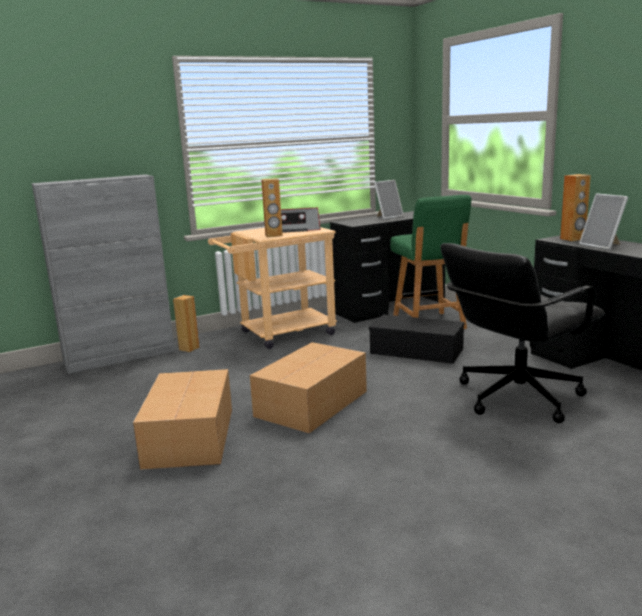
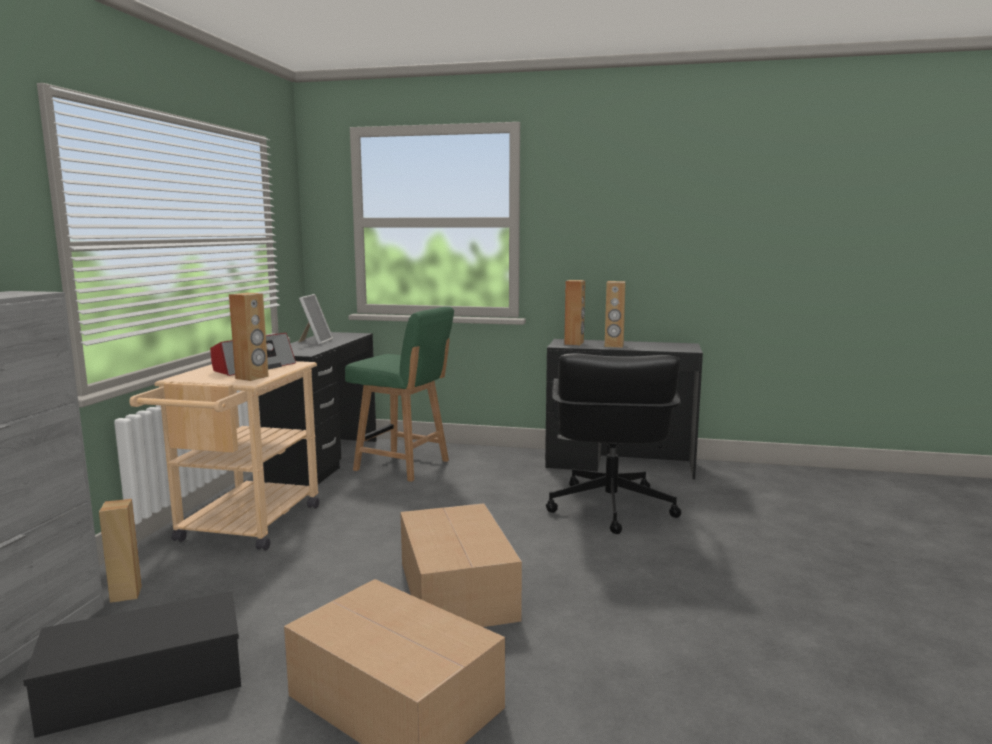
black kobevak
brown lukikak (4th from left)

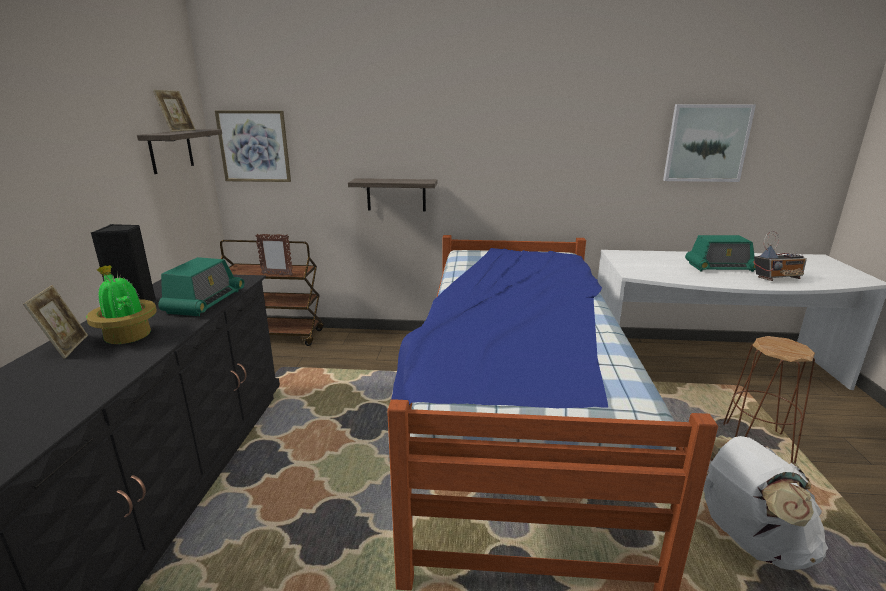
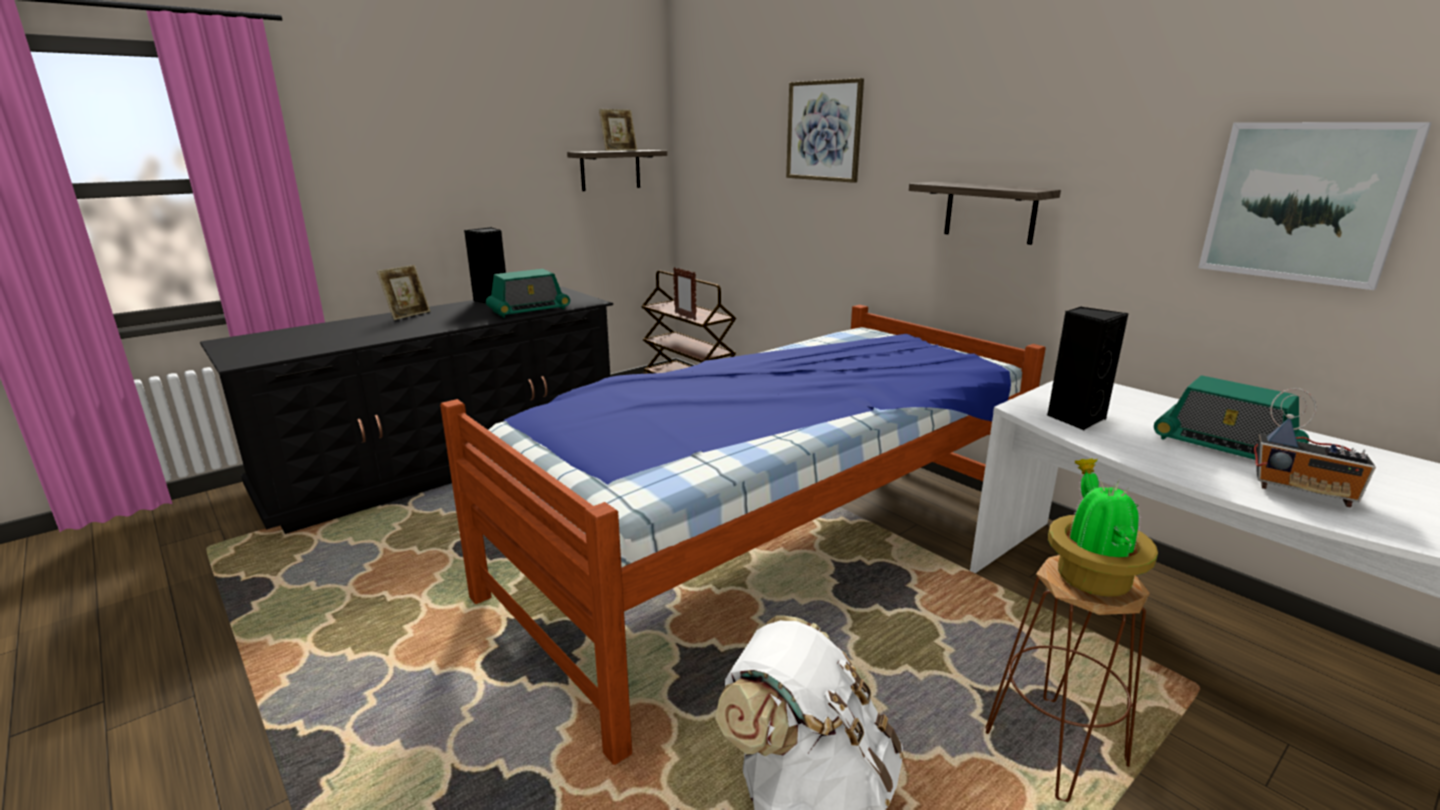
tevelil (1st from left)
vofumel (2nd from left)
black lukikak (2nd from left)
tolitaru

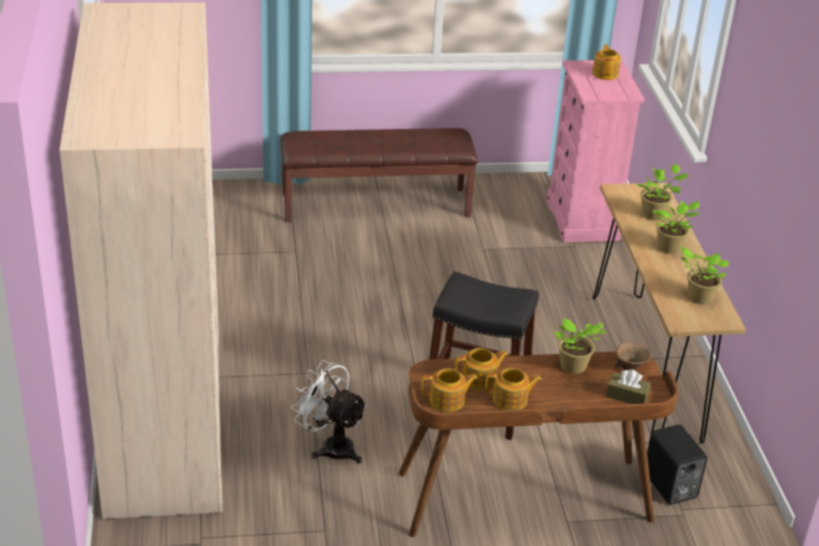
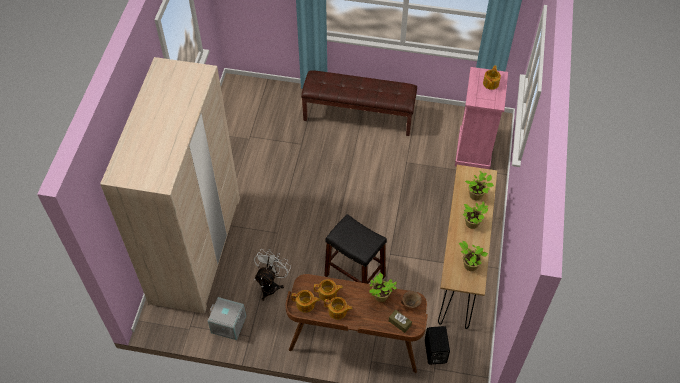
grey kobevak
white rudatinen

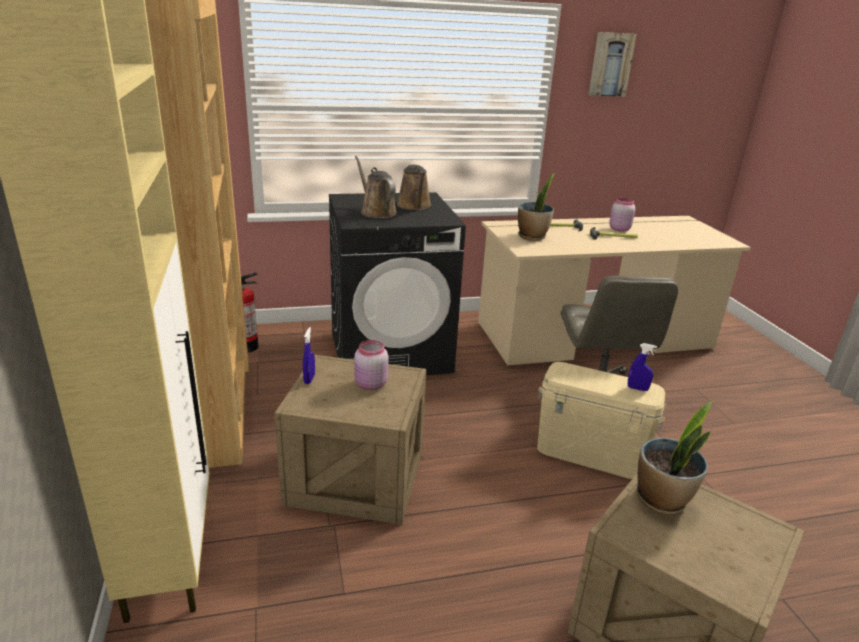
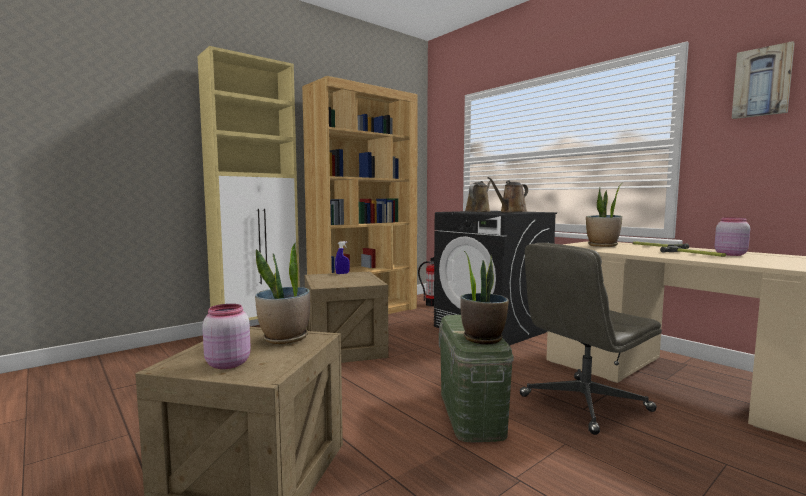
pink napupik (1st from left)
green kobevak
tolitaru (2nd from left)

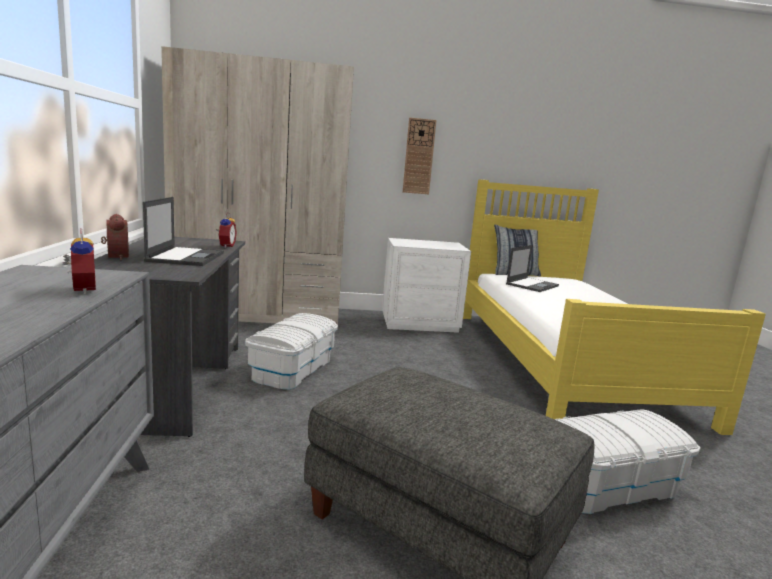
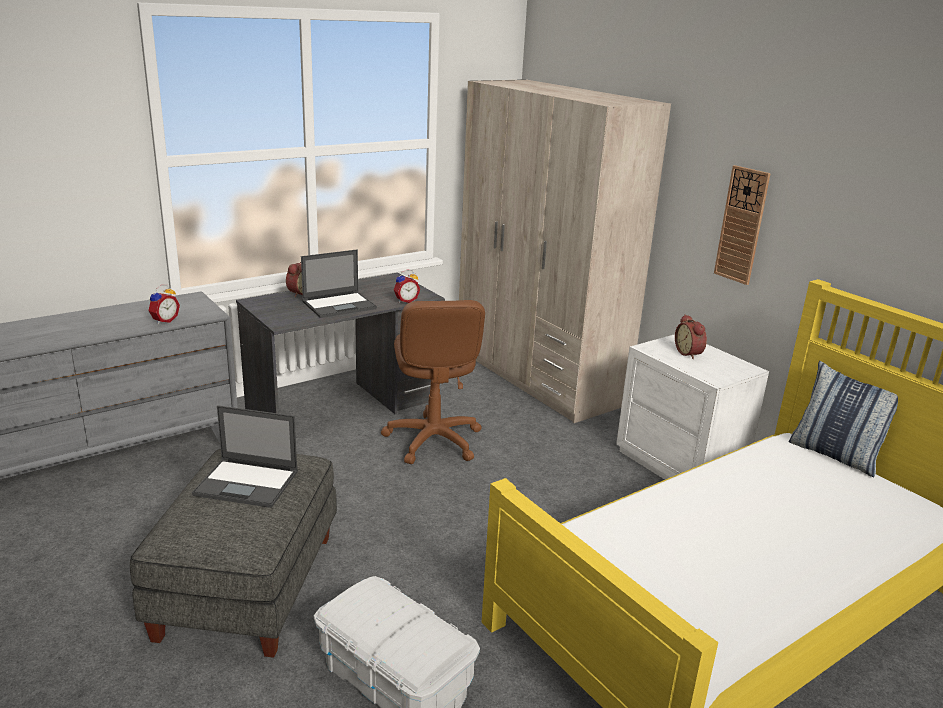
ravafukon (1st from left)
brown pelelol
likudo (4th from left)

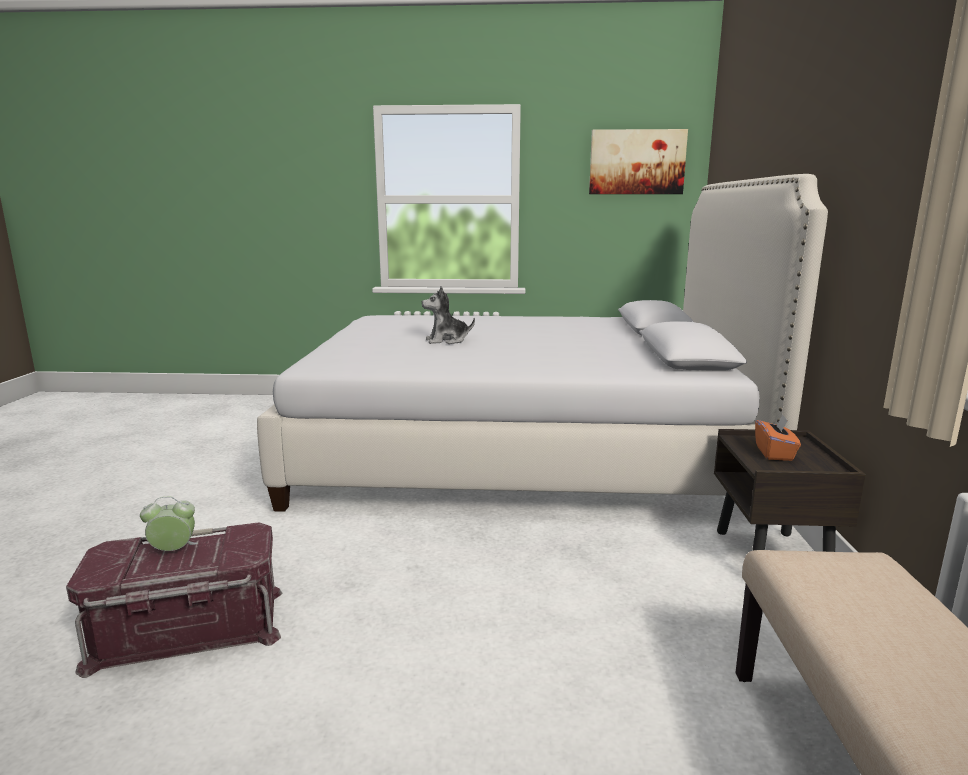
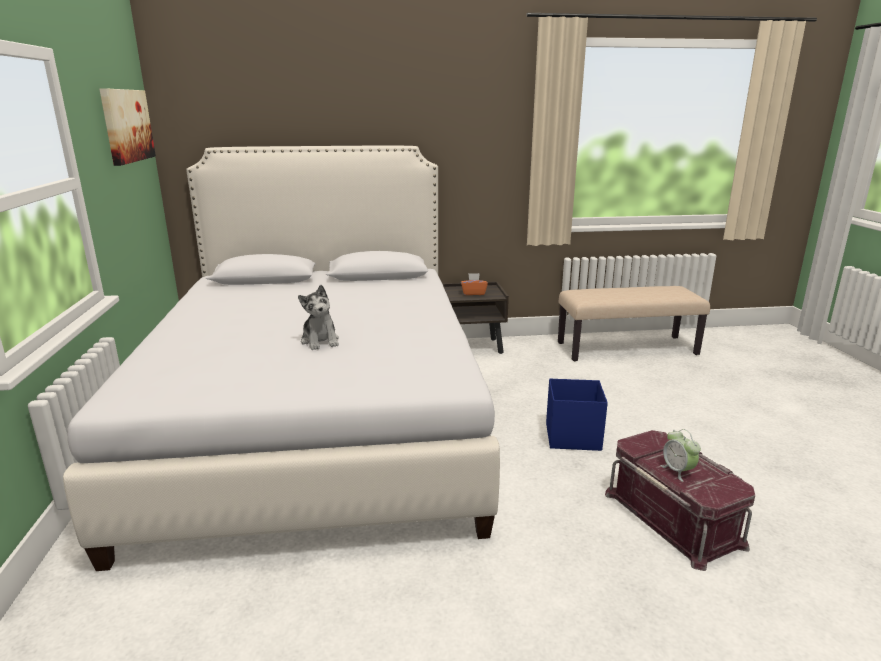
blue kobevak

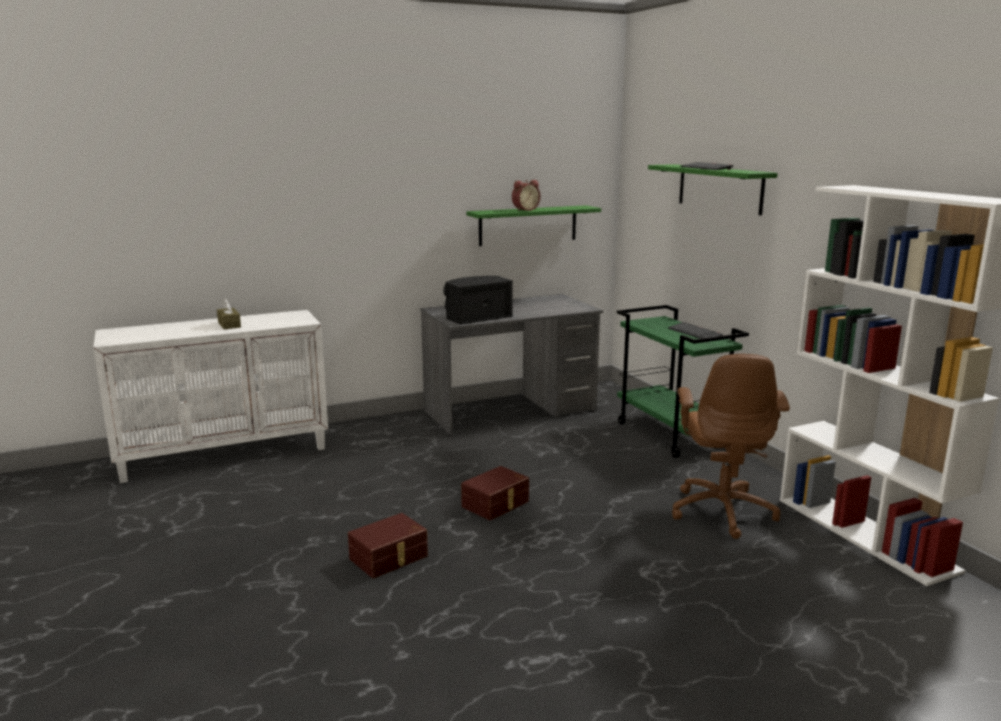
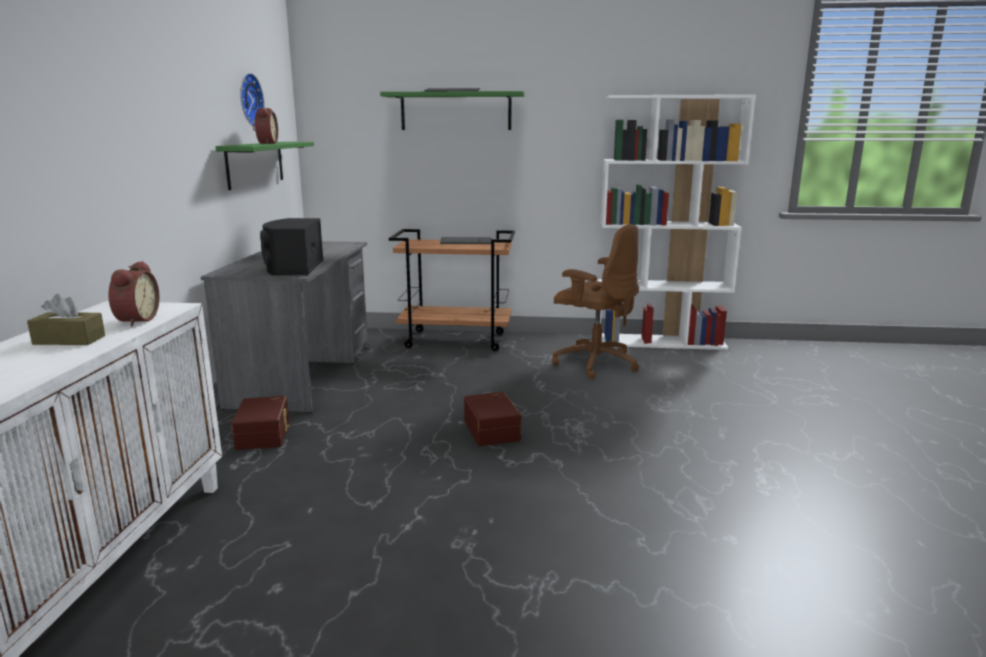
likudo (1st from left)
brown kobevak (1st from left)
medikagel
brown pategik

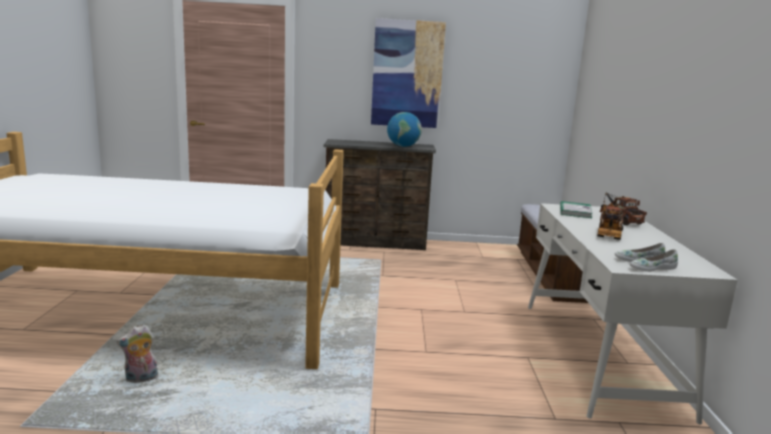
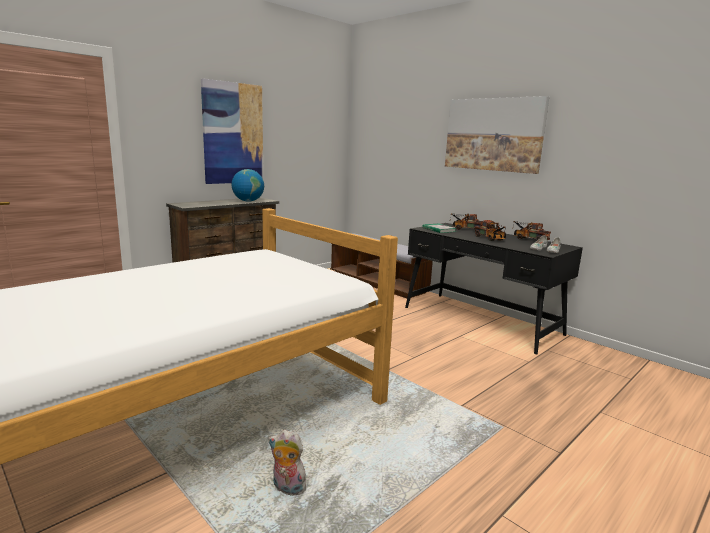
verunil
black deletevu
tevelil (2nd from left)
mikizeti (3rd from left)

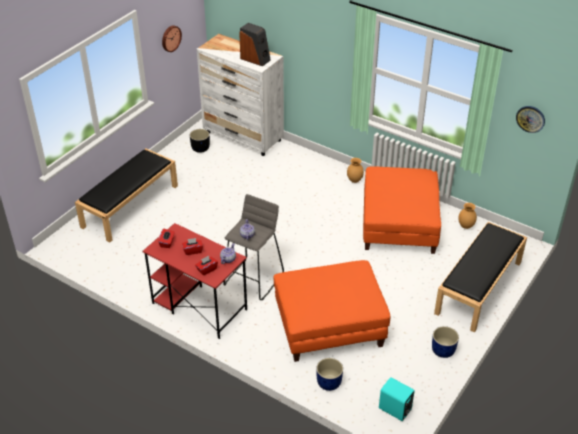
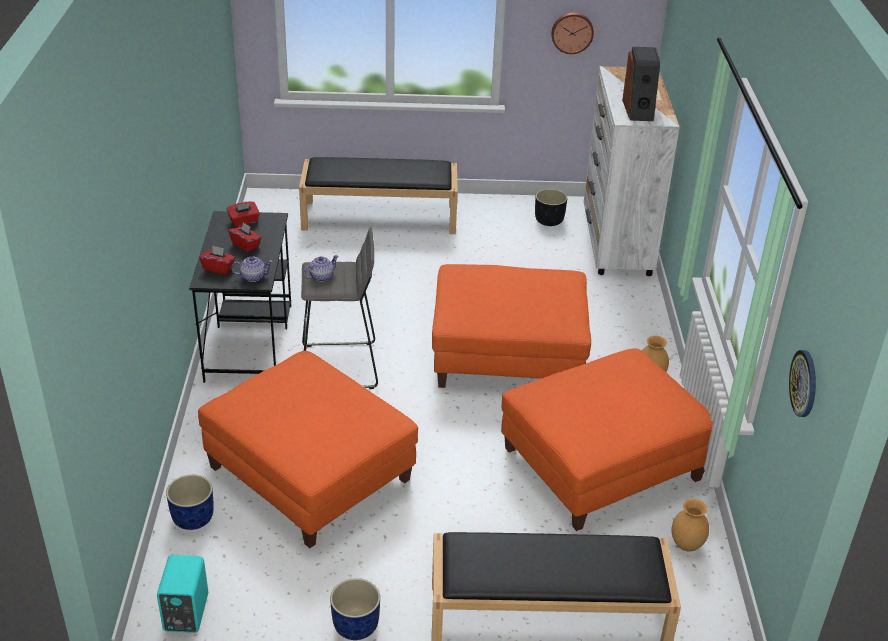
black deletevu
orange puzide (2nd from left)

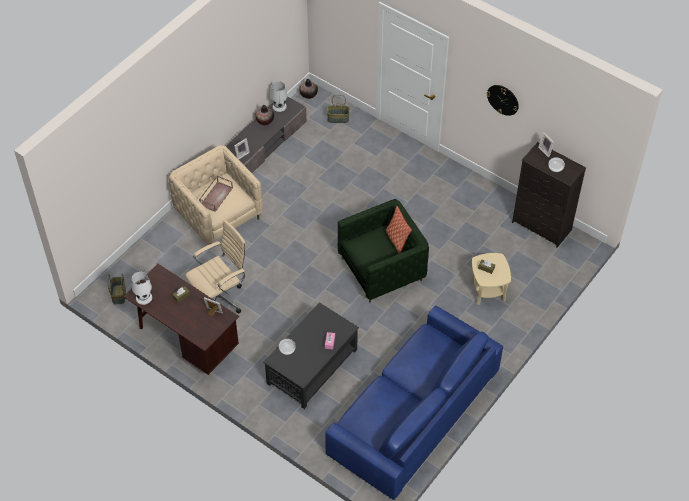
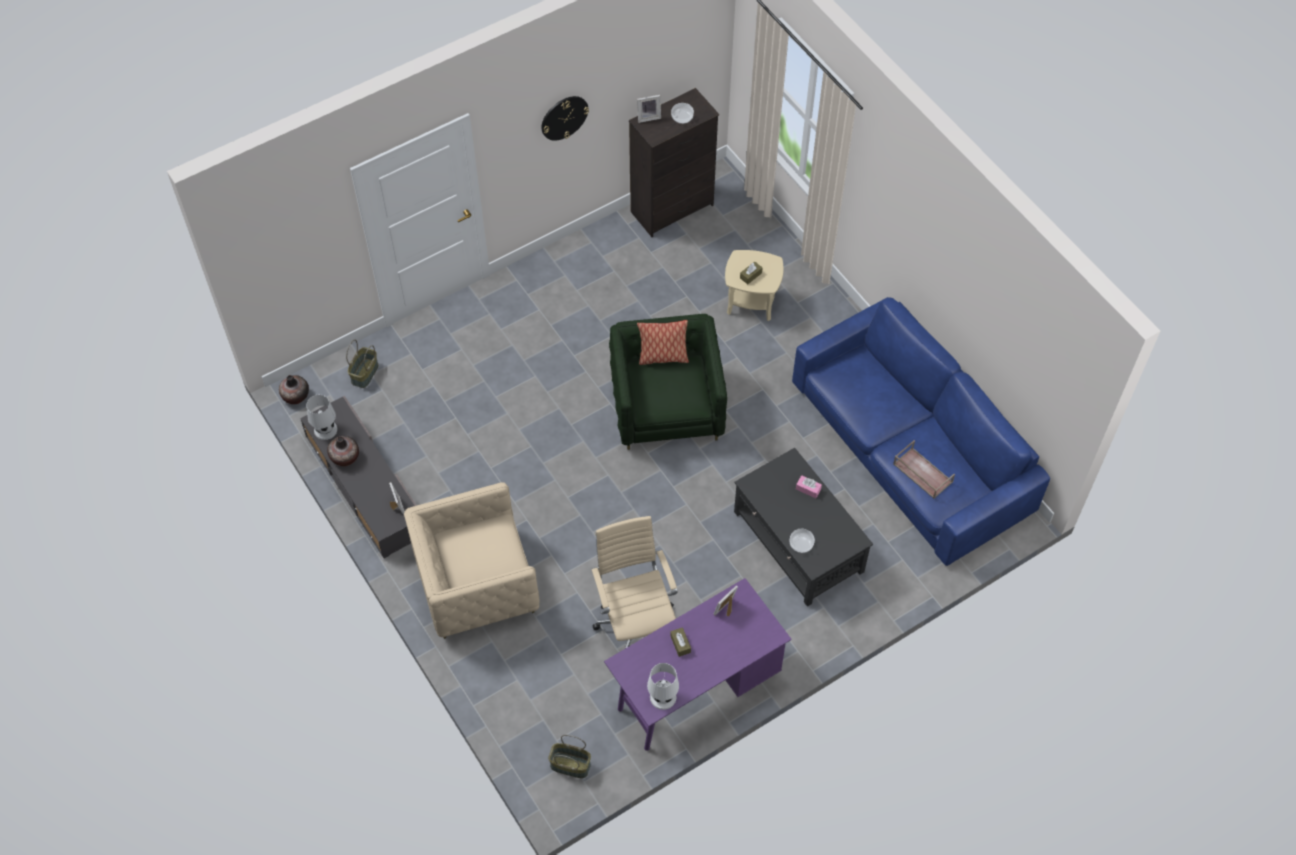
purple deletevu
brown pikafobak

